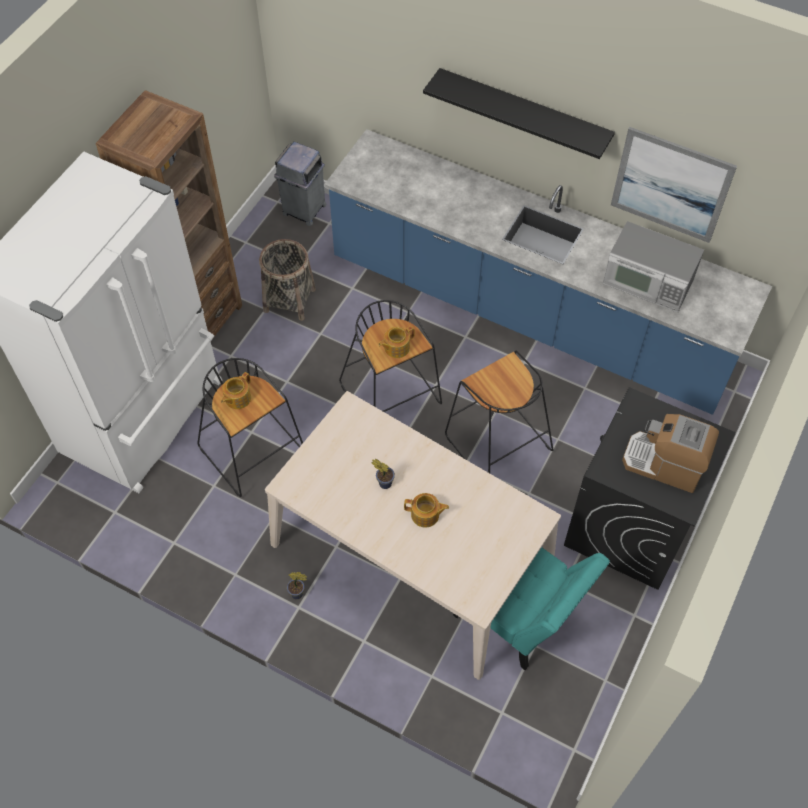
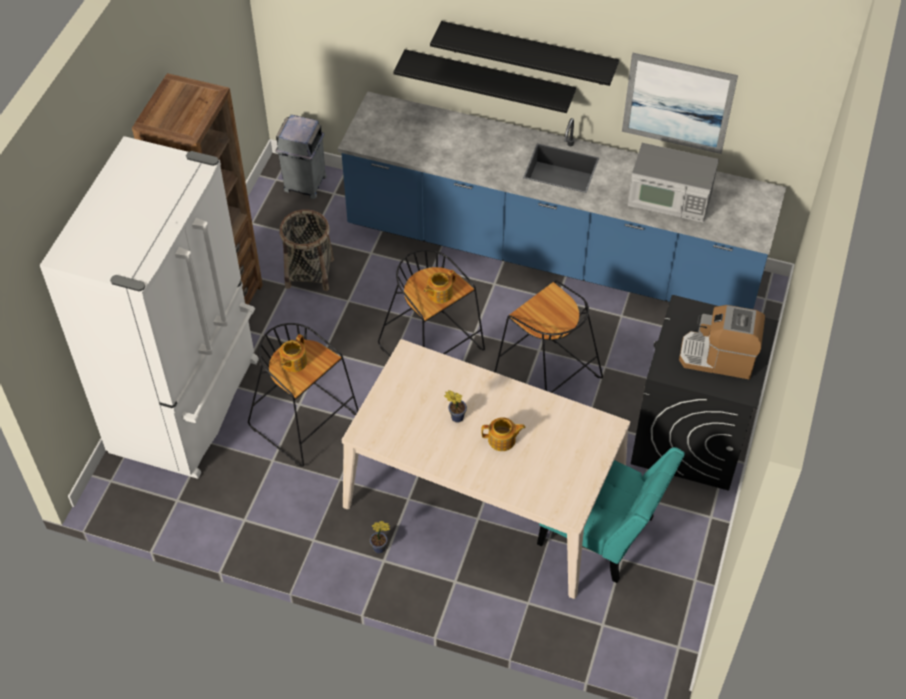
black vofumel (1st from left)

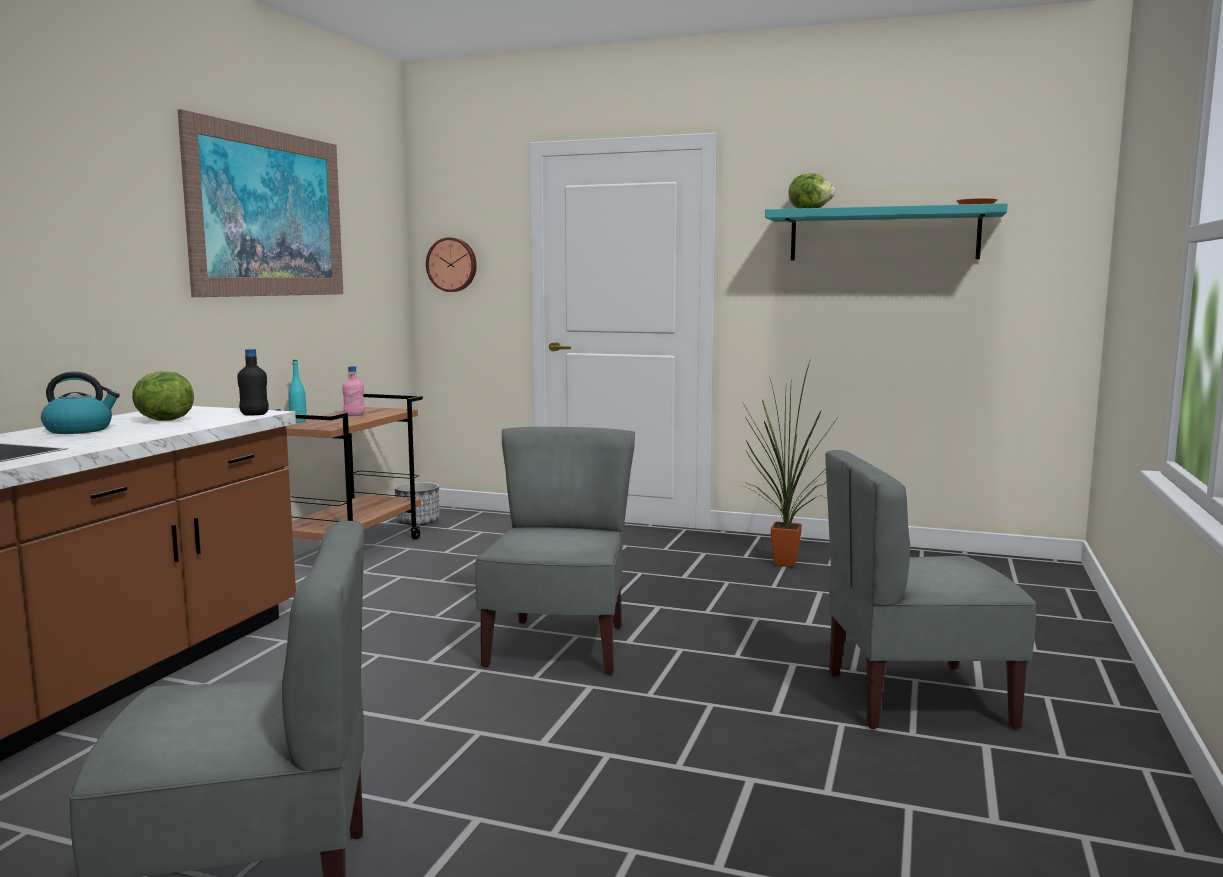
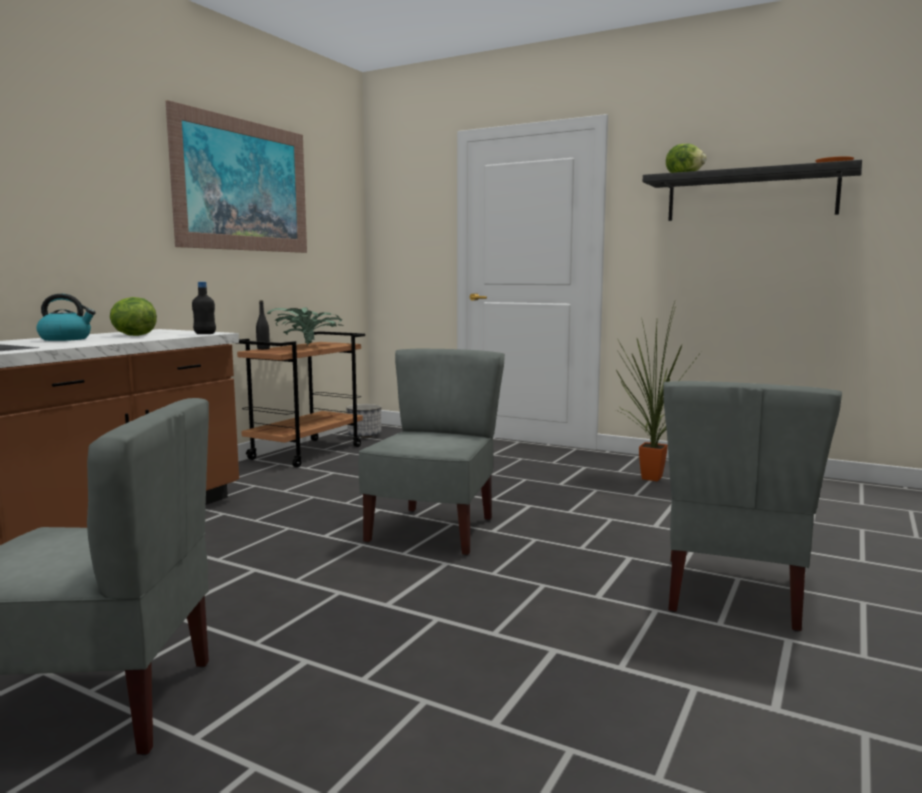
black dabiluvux (2nd from left)
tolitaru (1st from left)
black vofumel
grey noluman (3rd from left)
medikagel

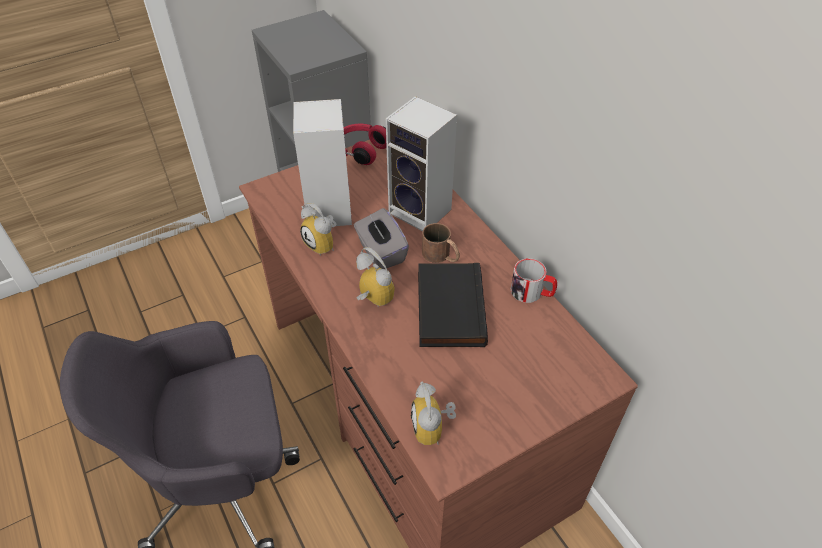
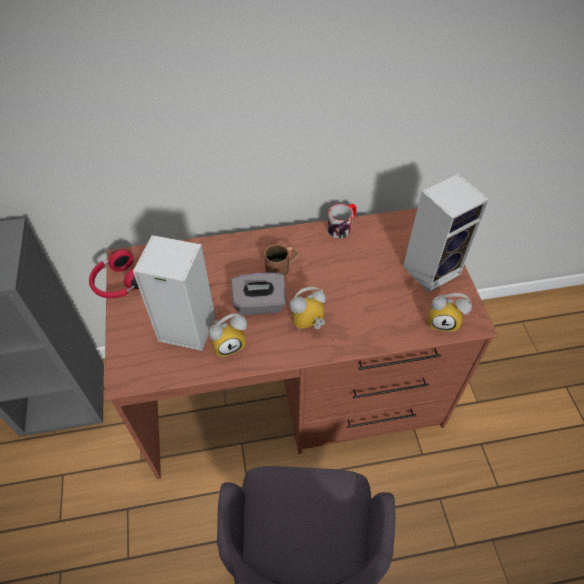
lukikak (2nd from left)
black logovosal

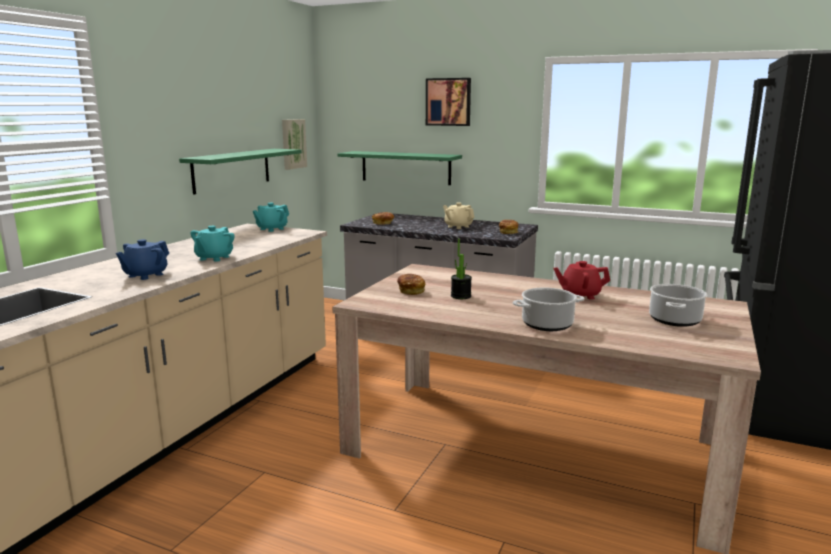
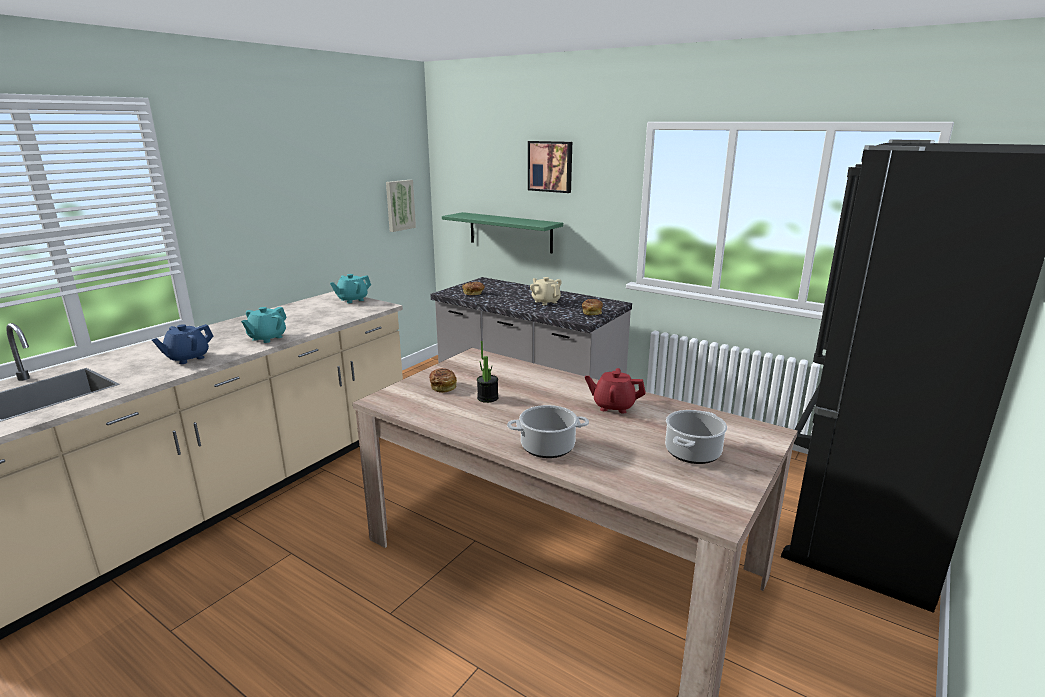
green vofumel (1st from left in the first image)

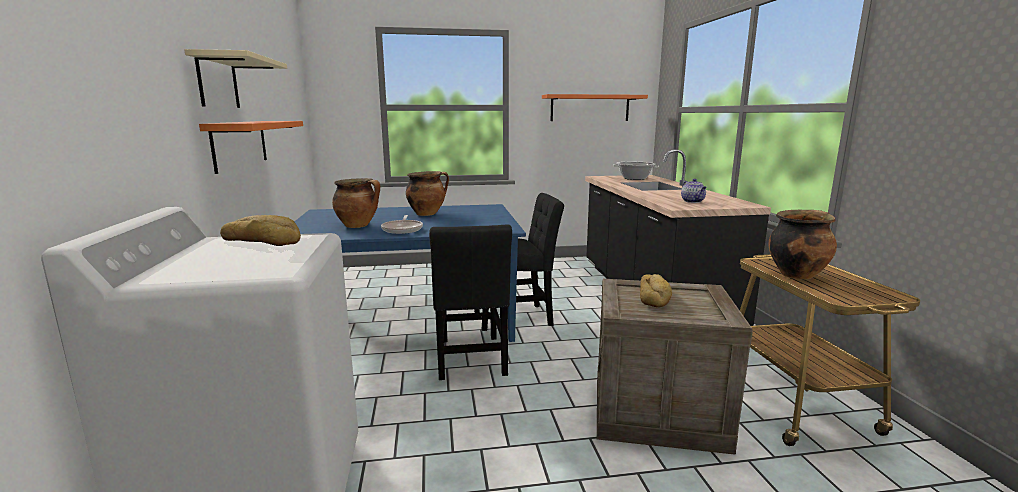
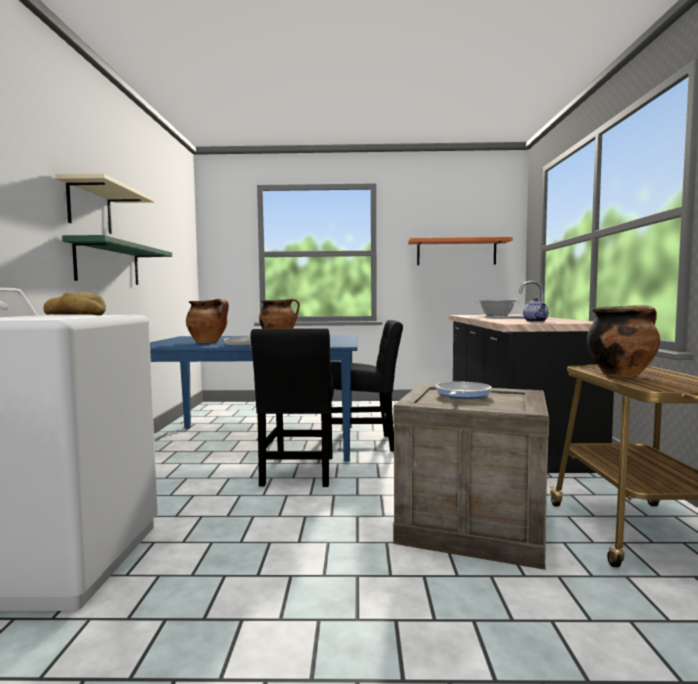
green vofumel
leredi (2nd from left)

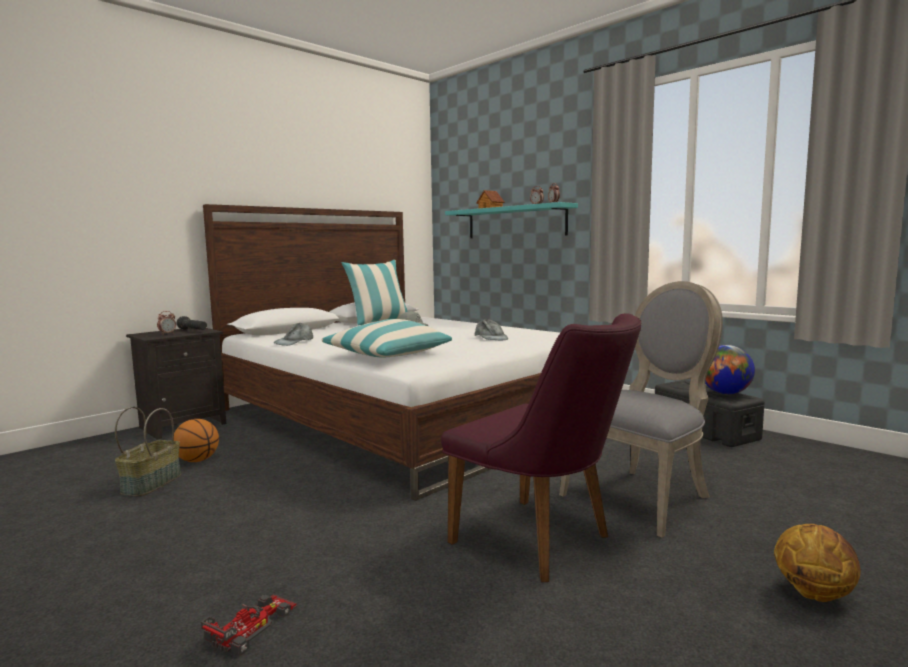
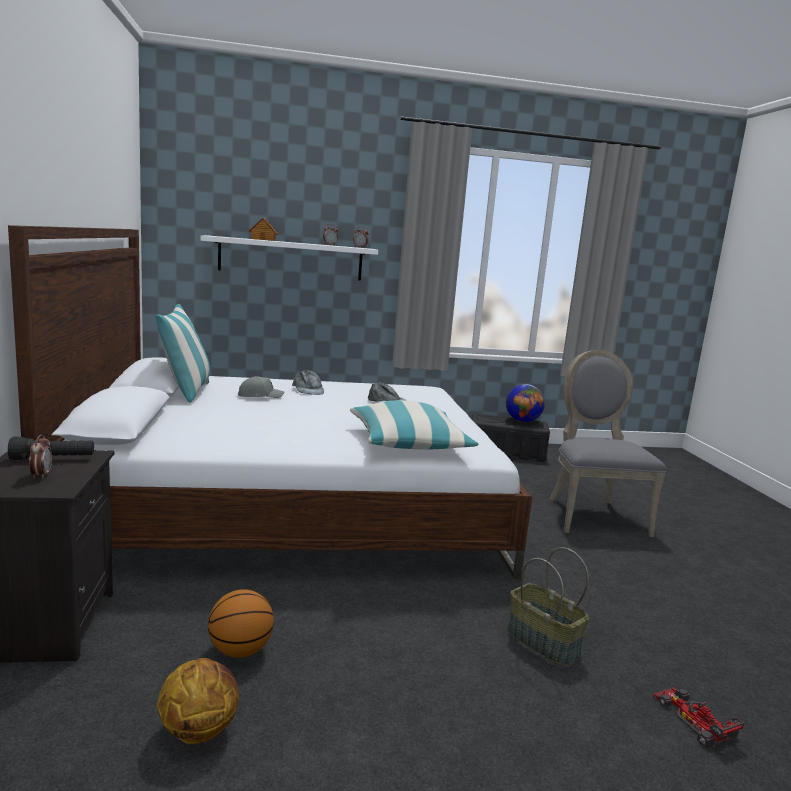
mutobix (1st from left)
white vofumel
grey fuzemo (2nd from left)
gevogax
purple noluman

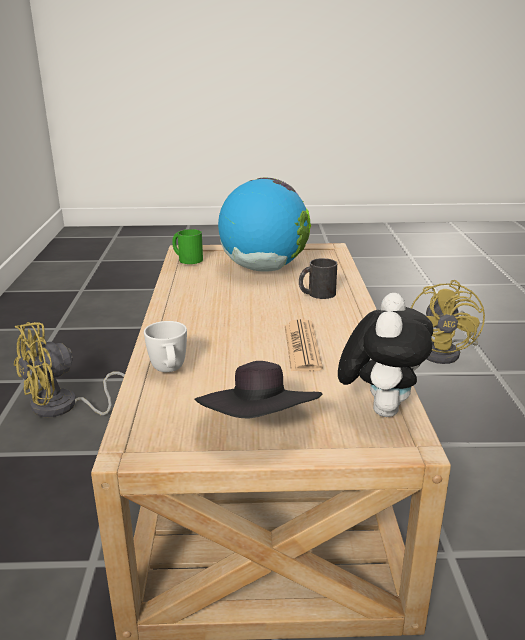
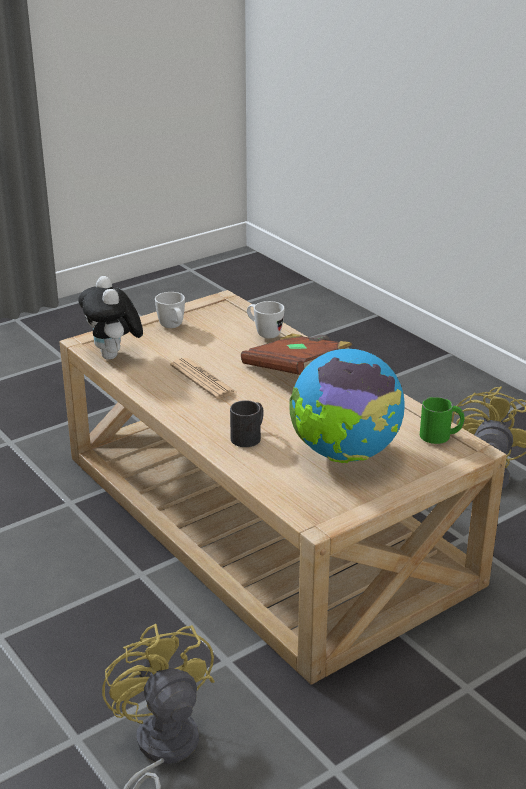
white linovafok (1st from left)
brown logovosal

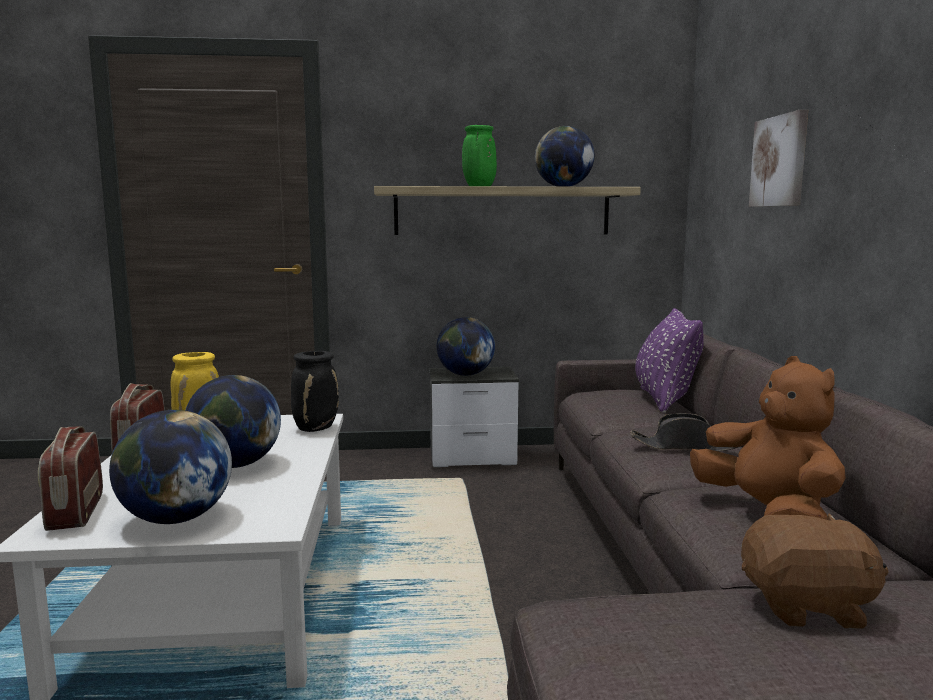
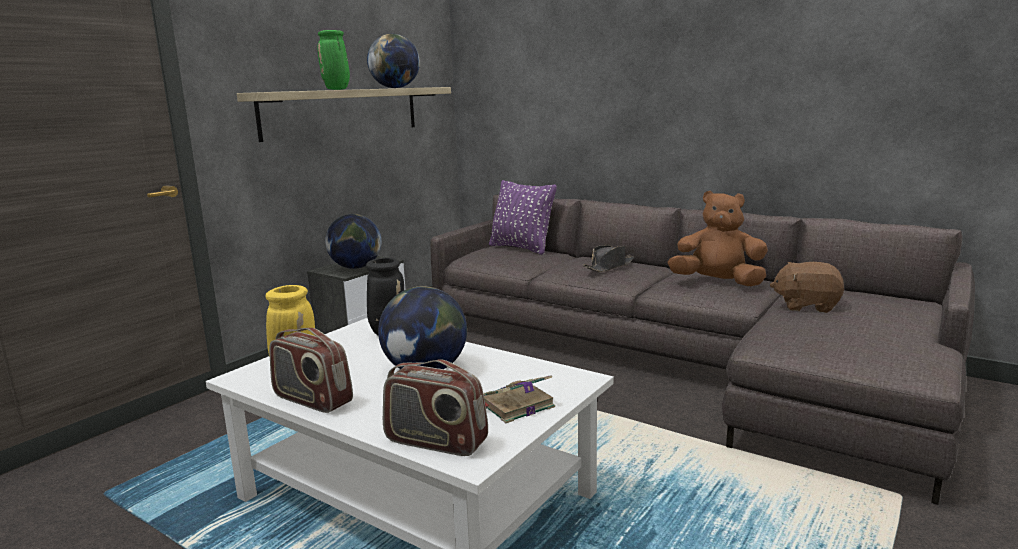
logovosal
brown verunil (2nd from left)
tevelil

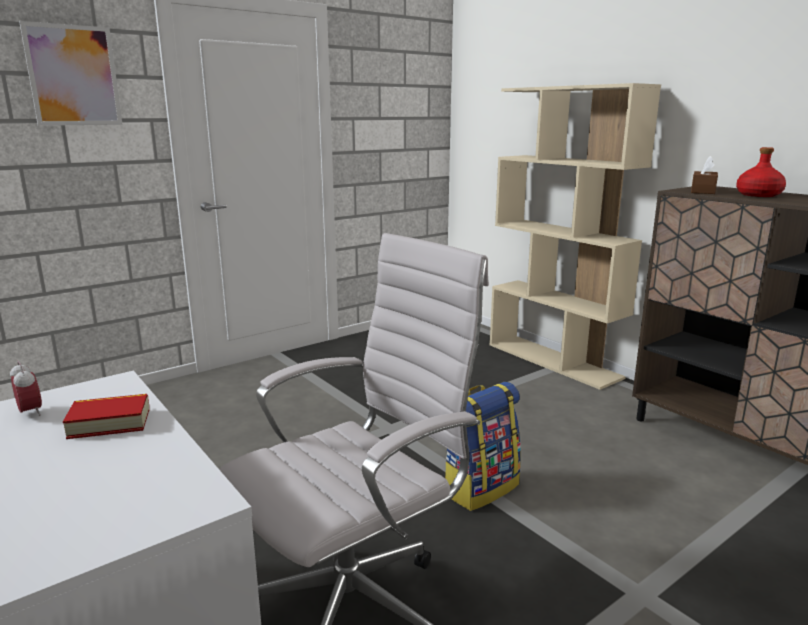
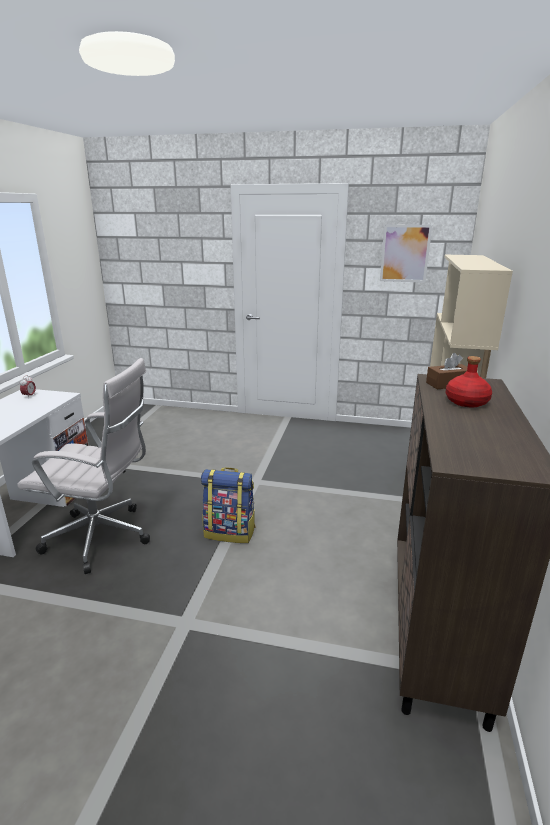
tevelil
logovosal

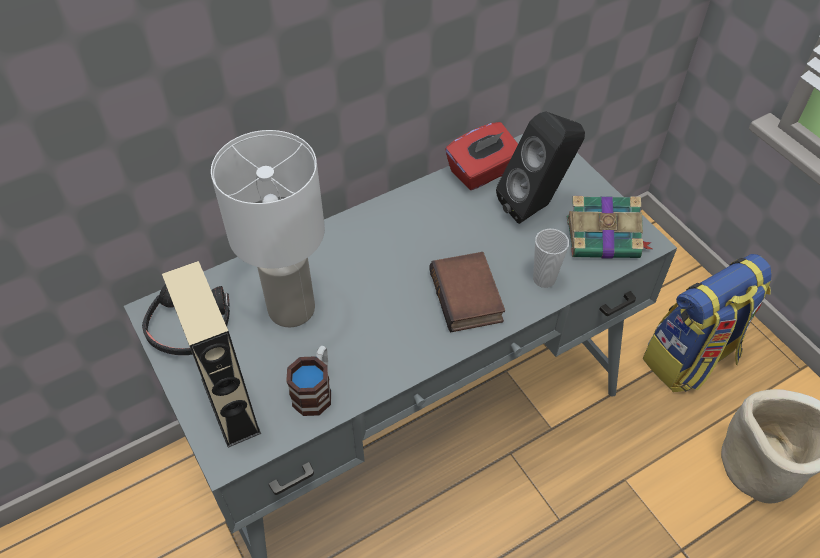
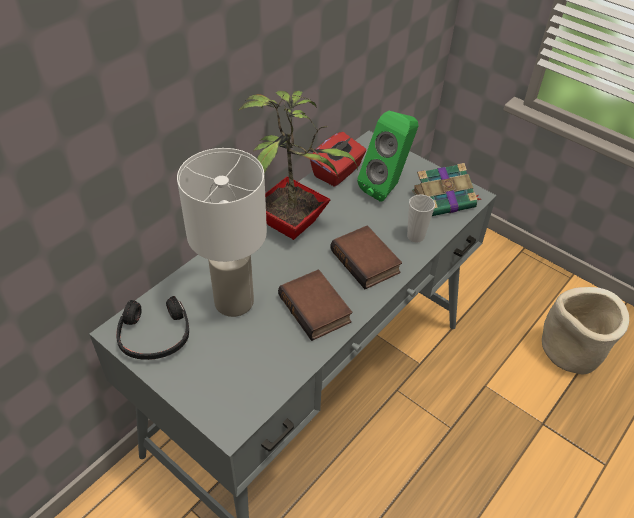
tolitaru
logovosal (1st from left)
green lukikak
beige lukikak
linovafok
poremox

